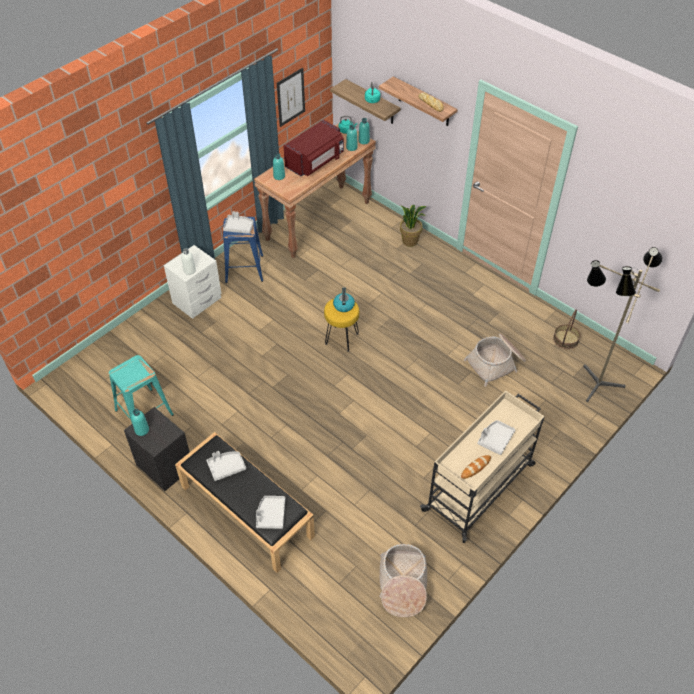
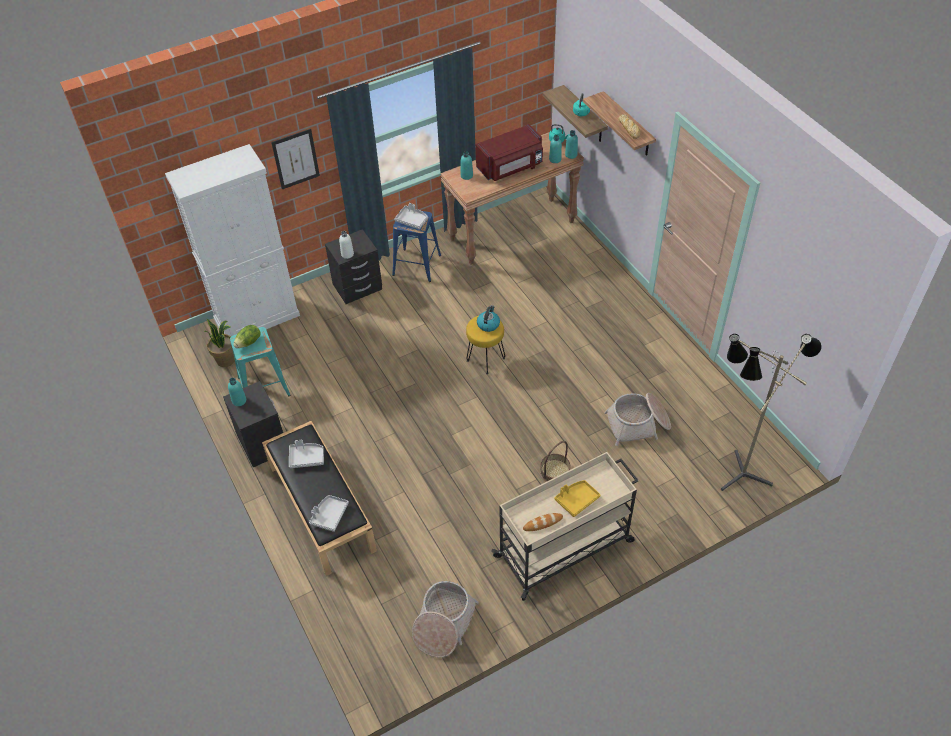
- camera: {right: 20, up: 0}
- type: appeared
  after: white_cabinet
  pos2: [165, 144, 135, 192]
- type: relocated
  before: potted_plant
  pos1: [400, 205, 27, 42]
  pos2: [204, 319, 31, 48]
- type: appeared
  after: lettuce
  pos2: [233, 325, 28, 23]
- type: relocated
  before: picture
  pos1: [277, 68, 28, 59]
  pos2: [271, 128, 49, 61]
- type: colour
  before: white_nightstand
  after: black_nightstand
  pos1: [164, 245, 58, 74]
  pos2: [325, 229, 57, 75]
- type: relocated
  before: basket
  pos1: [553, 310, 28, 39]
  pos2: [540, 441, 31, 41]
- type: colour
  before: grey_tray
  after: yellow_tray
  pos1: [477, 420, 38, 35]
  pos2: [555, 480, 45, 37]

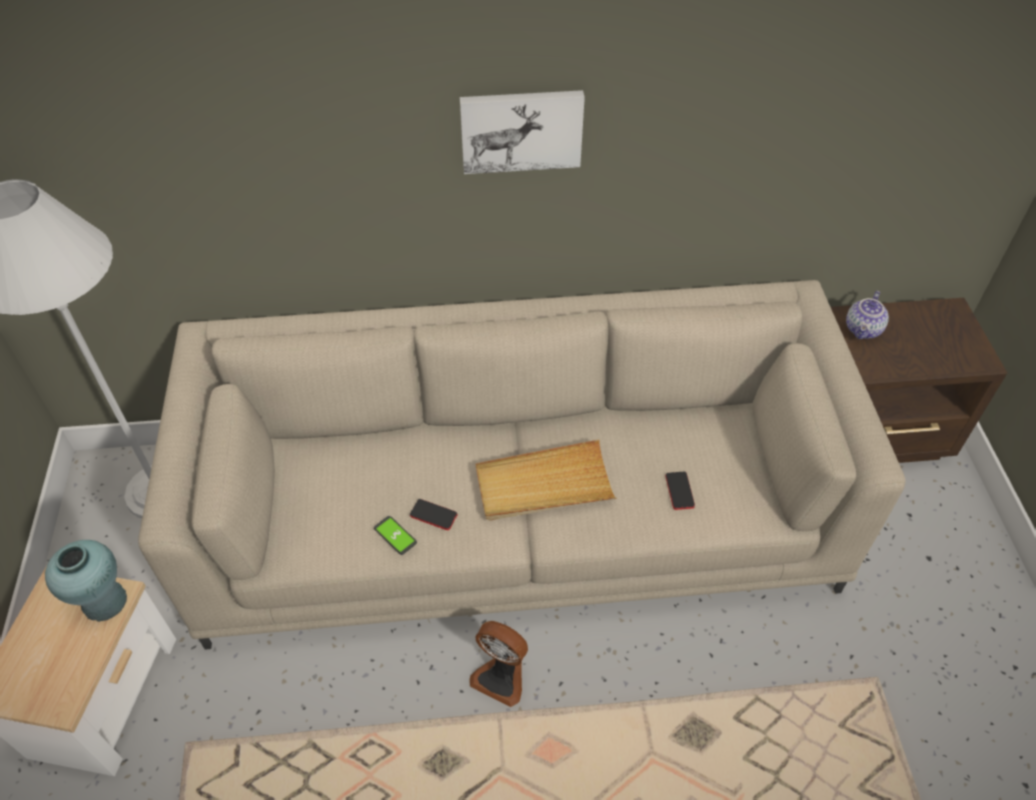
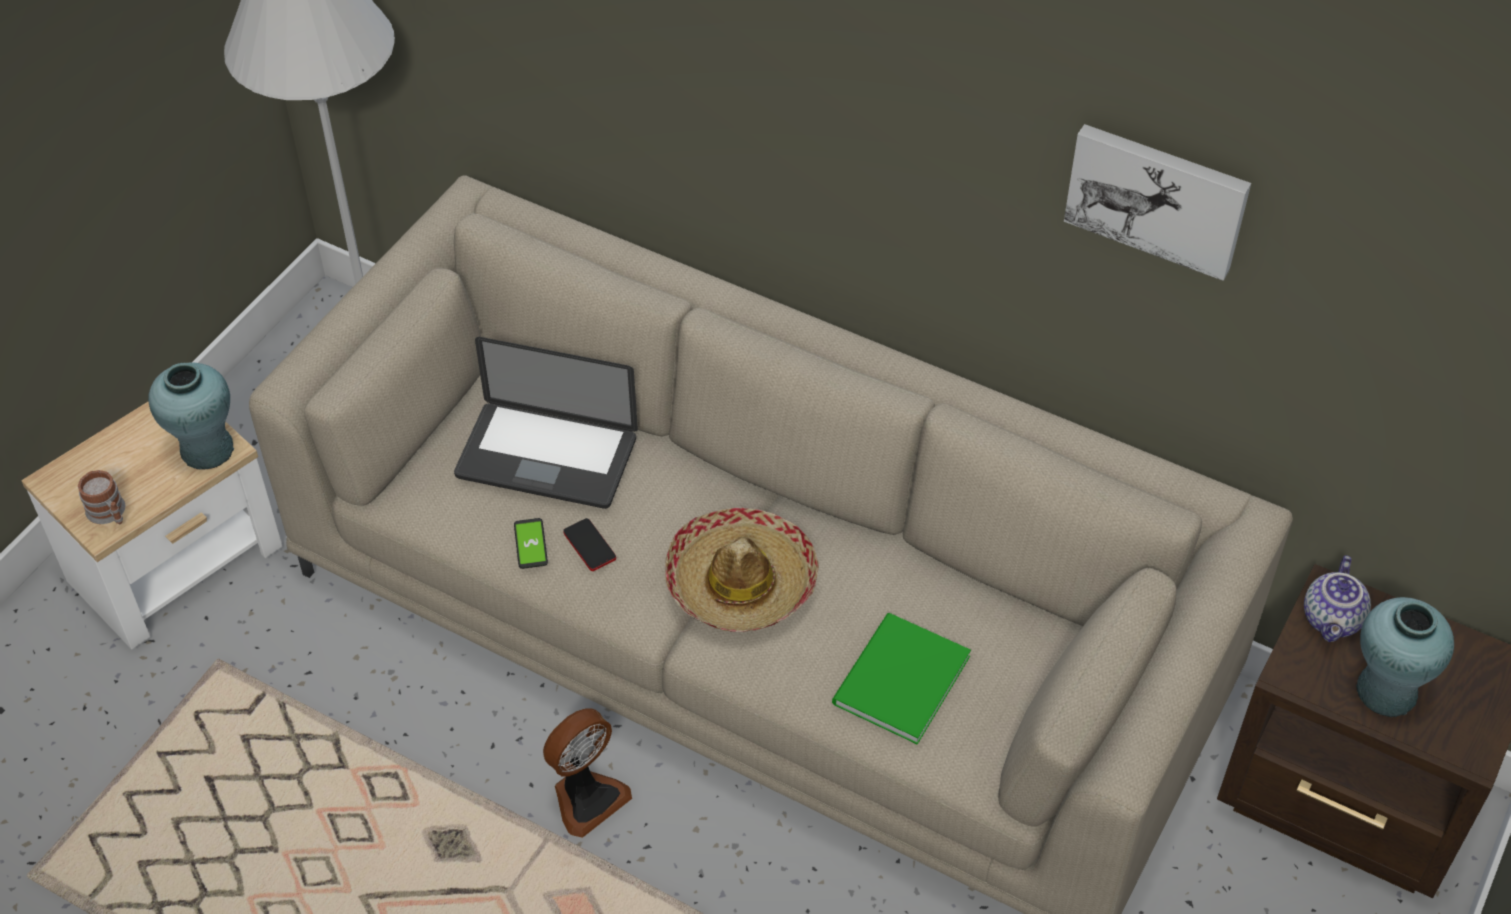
- camera: {right: 35, up: 0}
- type: appeared
  after: mug
  pos2: [78, 470, 47, 54]
- type: appeared
  after: laptop
  pos2: [454, 337, 184, 172]
- type: spun
  before: fan
  pos1: [469, 621, 59, 86]
  pos2: [543, 708, 89, 130]
  turn: -105
- type: exchanged
  before: beige_tray
  after: hat
  pos1: [476, 440, 141, 81]
  pos2: [665, 508, 154, 124]
- type: exchanged
  before: phone
  after: green_book
  pos1: [666, 471, 29, 39]
  pos2: [832, 613, 139, 132]
- type: relocated
  before: picture
  pos1: [460, 90, 125, 84]
  pos2: [1064, 124, 187, 157]
- type: spun
  before: teapot
  pos1: [846, 291, 43, 48]
  pos2: [1304, 555, 67, 87]
  turn: -45
- type: appeared
  after: turquoise_vase
  pos2: [1356, 597, 98, 120]

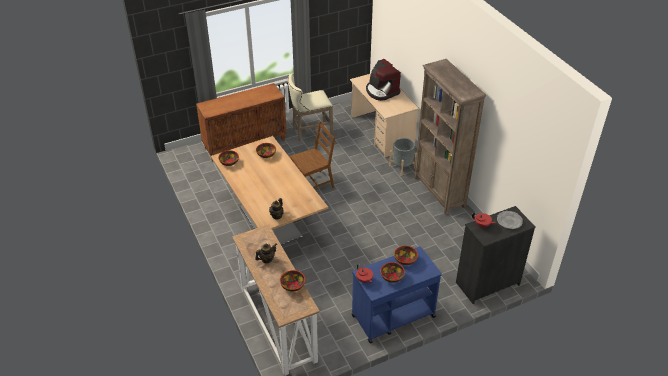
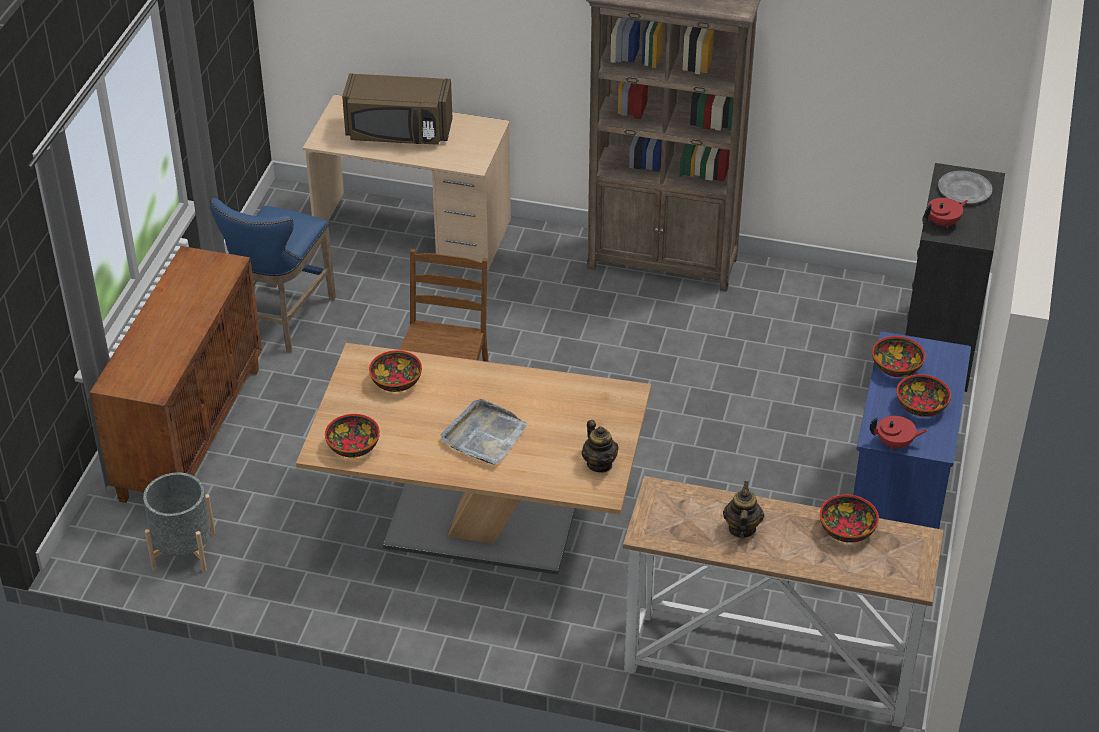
- camera: {right: -50, up: 0}
- type: relocated
  before: grey_planter
  pos1: [389, 138, 28, 38]
  pos2: [143, 473, 72, 99]
- type: colour
  before: beige_stool
  after: blue_stool
  pos1: [288, 73, 45, 69]
  pos2: [210, 198, 126, 155]
- type: exchanged
  before: coffee_machine
  after: brown_microwave
  pos1: [366, 59, 35, 42]
  pos2: [342, 73, 111, 72]
- type: appeared
  after: grey_tray
  pos2: [441, 399, 87, 66]

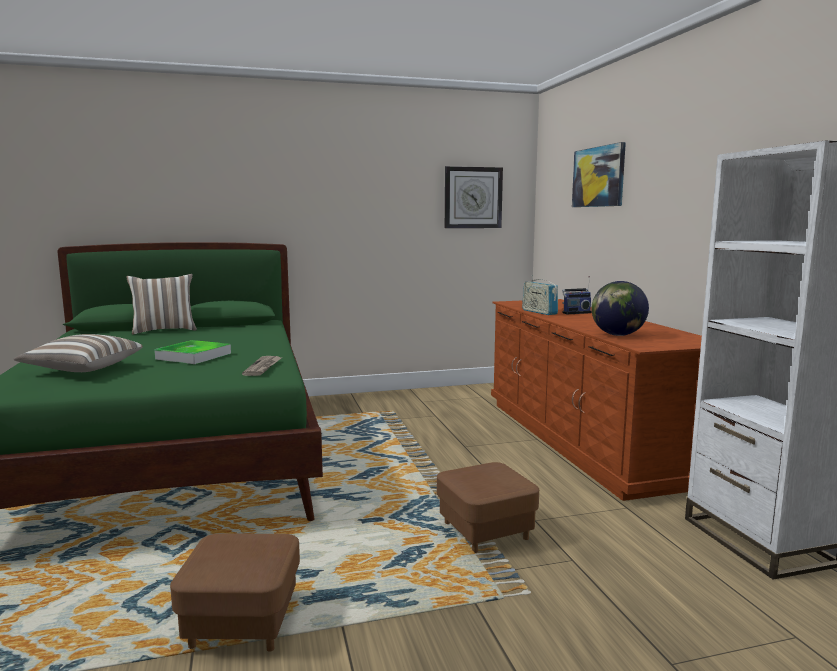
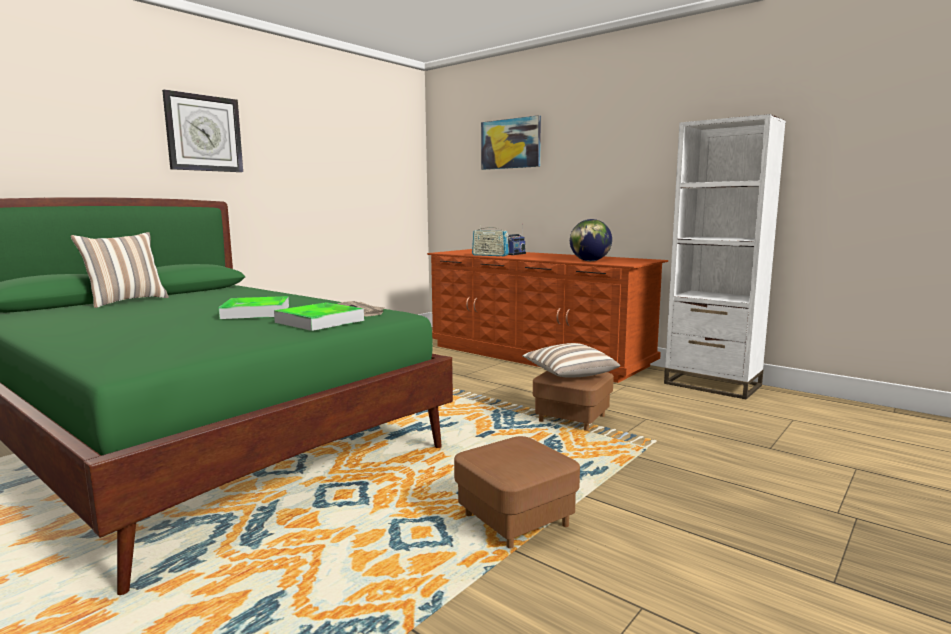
- camera: {right: -35, up: 0}
- type: relocated
  before: wall_clock
  pos1: [445, 166, 58, 62]
  pos2: [162, 89, 81, 83]
- type: appeared
  after: tray
  pos2: [274, 302, 90, 29]
- type: relocated
  before: pillow
  pos1: [14, 334, 129, 38]
  pos2: [522, 343, 98, 35]

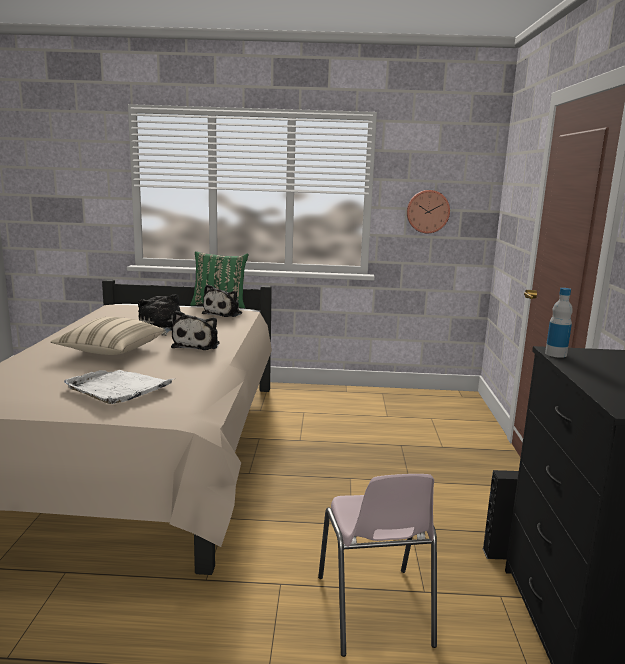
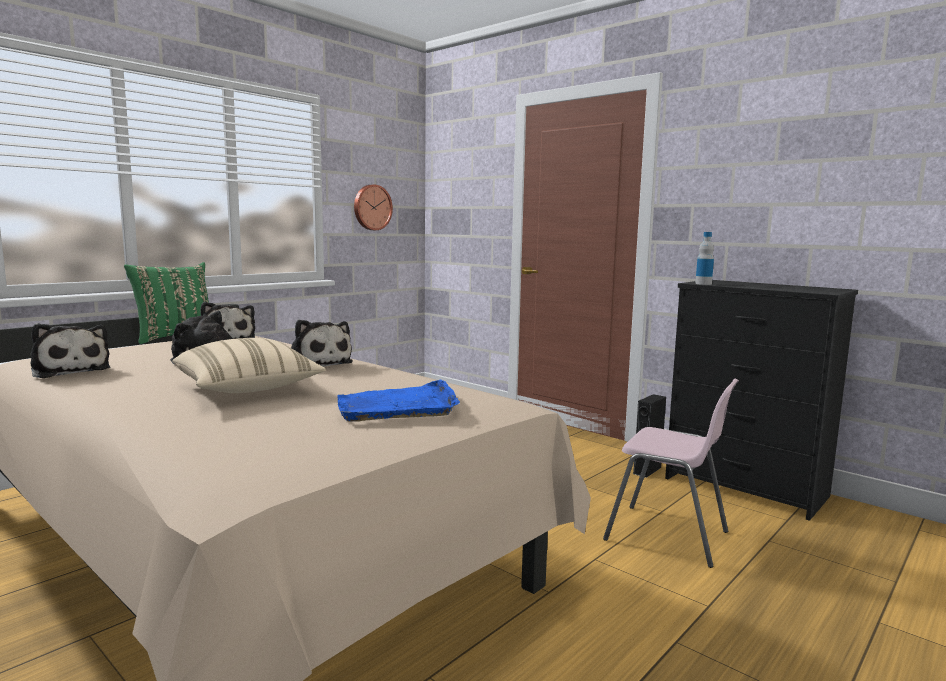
- camera: {right: -50, up: -5}
- type: appeared
  after: plush_toy
  pos2: [30, 323, 81, 55]
- type: colour
  before: white_tray
  after: blue_tray
  pos1: [64, 370, 109, 34]
  pos2: [337, 379, 123, 43]

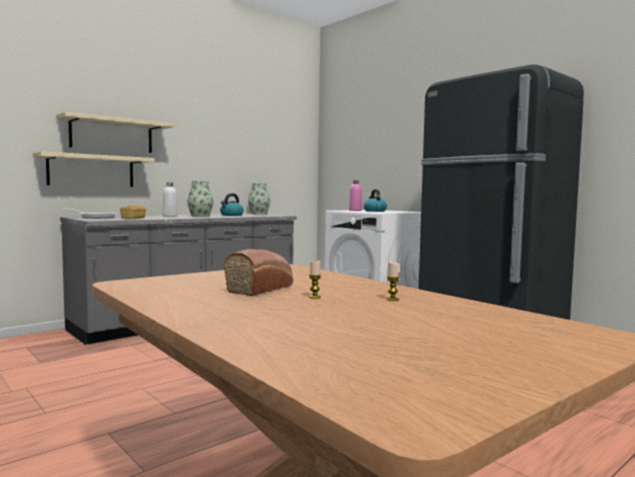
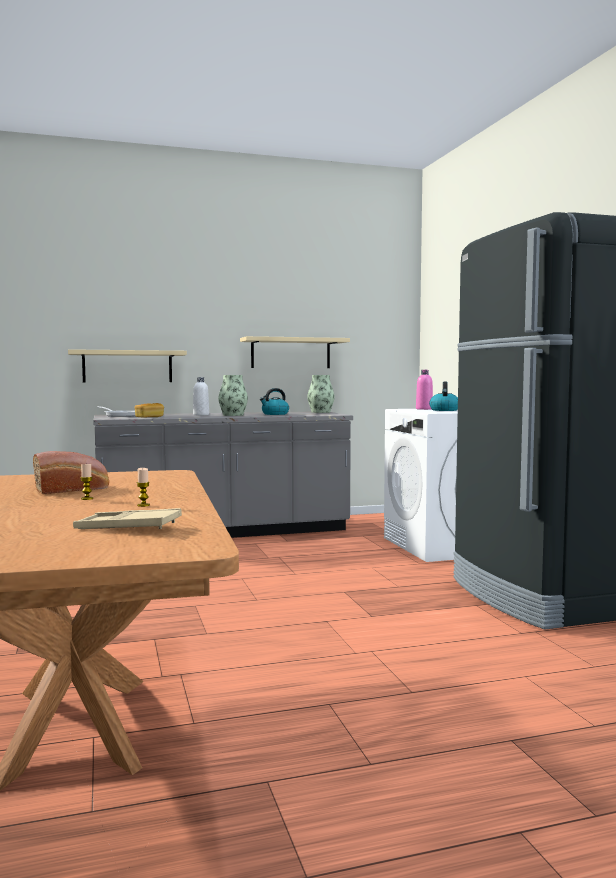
- camera: {right: 25, up: 0}
- type: appeared
  after: beige_tray
  pos2: [73, 508, 109, 21]
- type: relocated
  before: beige_shelf
  pos1: [56, 112, 117, 41]
  pos2: [240, 336, 110, 32]

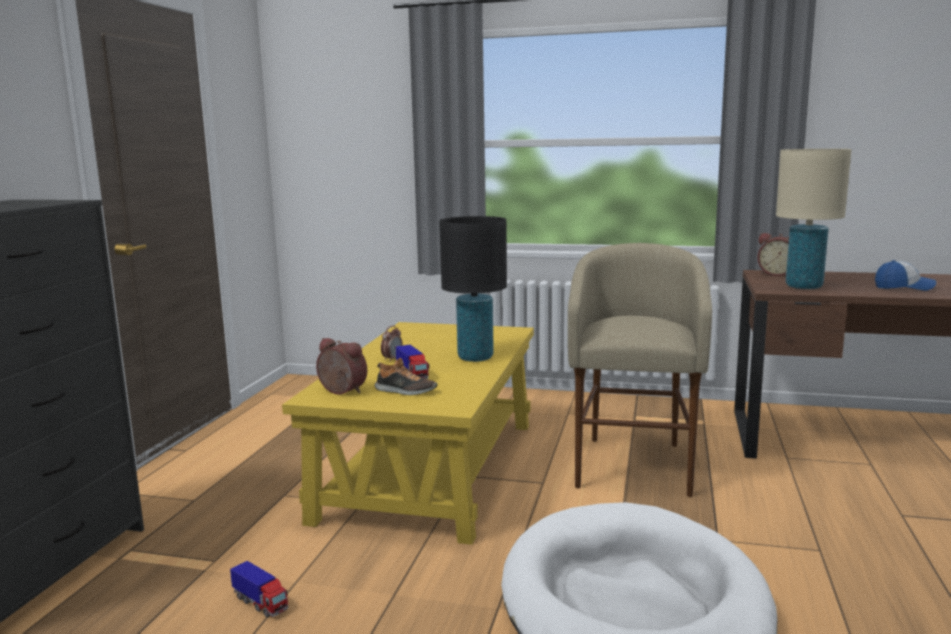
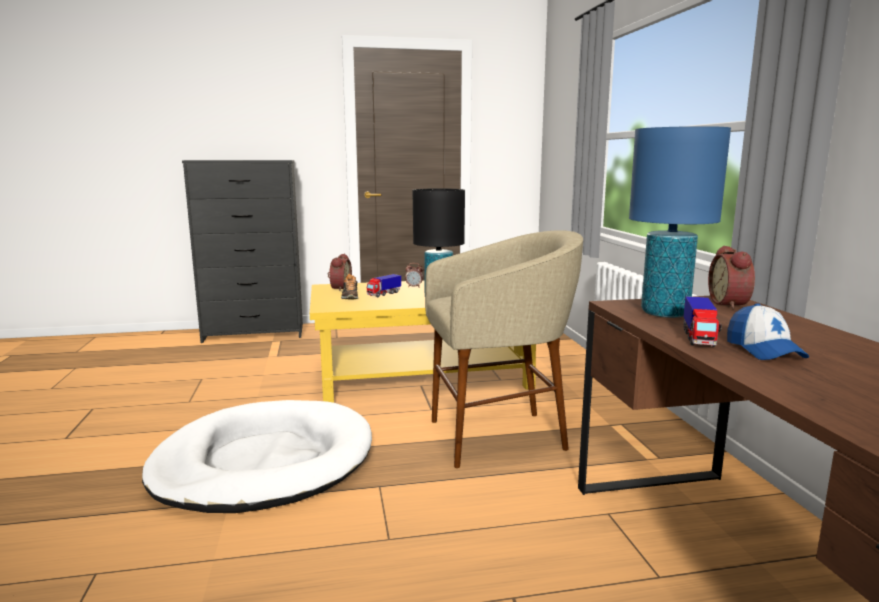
- camera: {right: 65, up: 0}
- type: colour
  before: beige_table_lamp
  after: blue_table_lamp
  pos1: [776, 149, 76, 140]
  pos2: [629, 126, 102, 192]
- type: relocated
  before: toy_truck
  pos1: [230, 561, 58, 56]
  pos2: [683, 296, 39, 51]

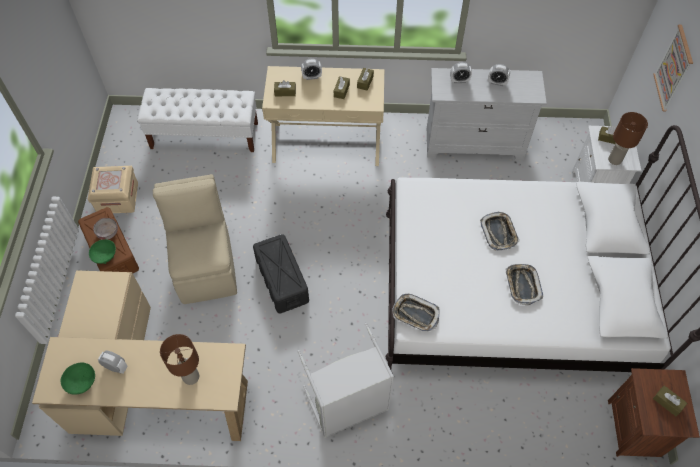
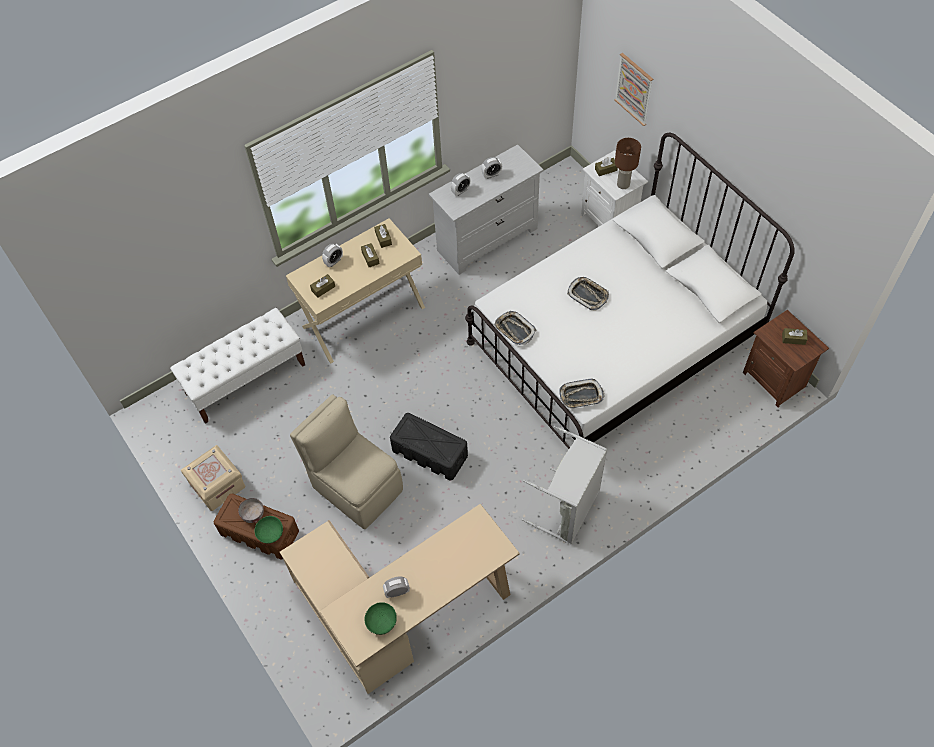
- camera: {right: -35, up: 0}
- type: relocated
  before: tray
  pos1: [505, 264, 38, 41]
  pos2: [494, 311, 42, 34]
- type: missing
  before: brown_table_lamp
  pos1: [160, 334, 39, 51]

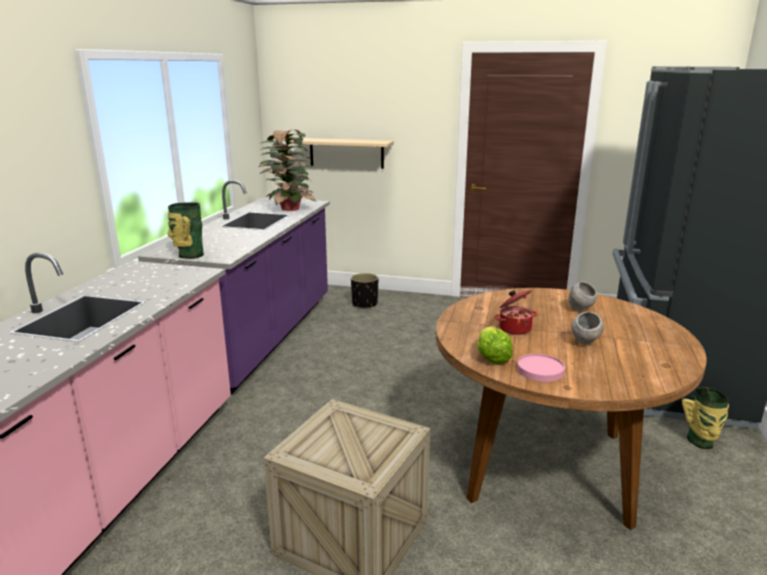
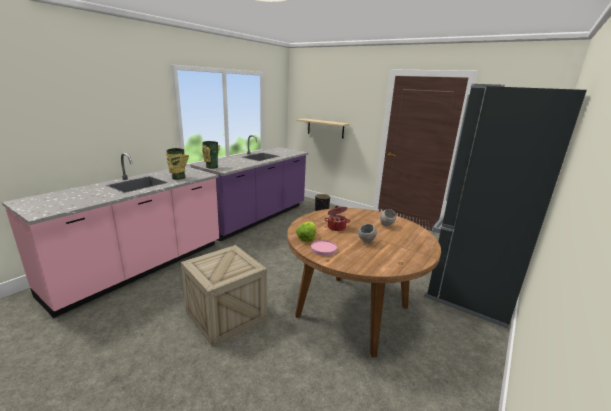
- camera: {right: 20, up: 0}
- type: relocated
  before: vase
  pos1: [682, 387, 47, 62]
  pos2: [166, 148, 23, 32]
- type: missing
  before: potted_plant
  pos1: [258, 129, 58, 82]

